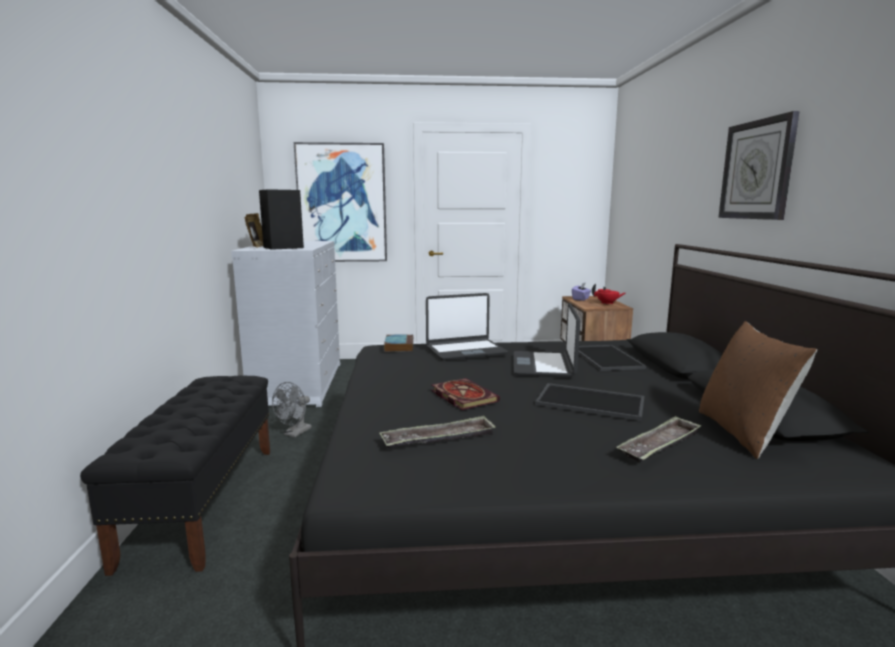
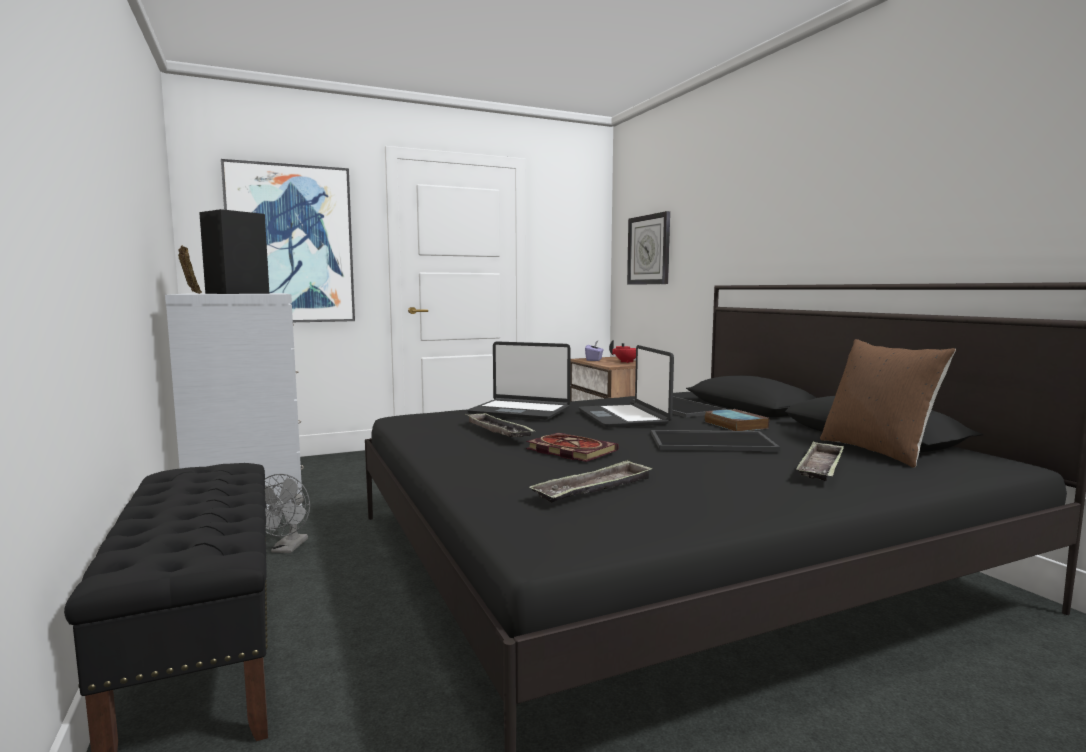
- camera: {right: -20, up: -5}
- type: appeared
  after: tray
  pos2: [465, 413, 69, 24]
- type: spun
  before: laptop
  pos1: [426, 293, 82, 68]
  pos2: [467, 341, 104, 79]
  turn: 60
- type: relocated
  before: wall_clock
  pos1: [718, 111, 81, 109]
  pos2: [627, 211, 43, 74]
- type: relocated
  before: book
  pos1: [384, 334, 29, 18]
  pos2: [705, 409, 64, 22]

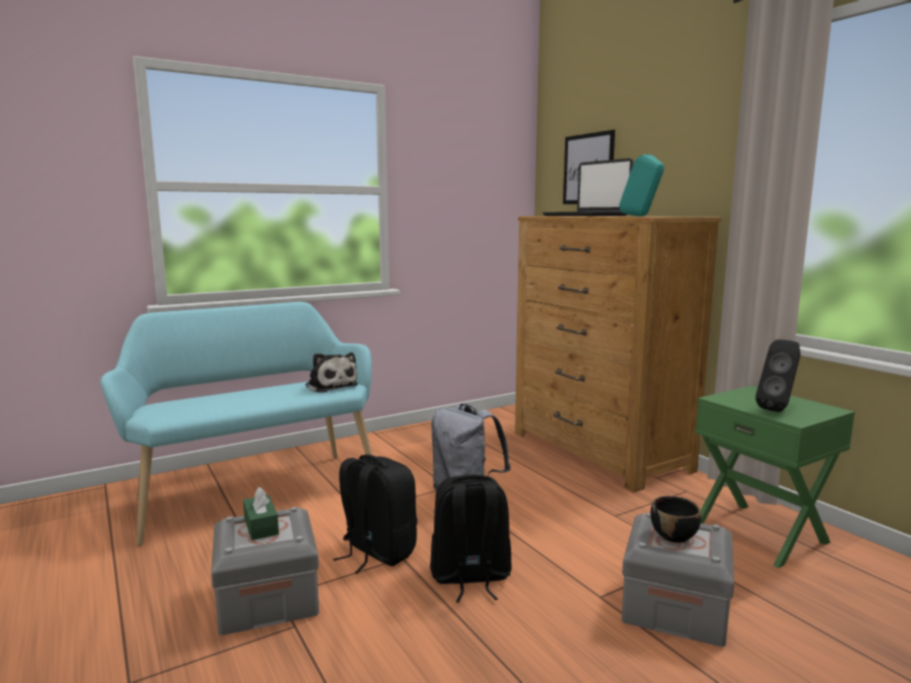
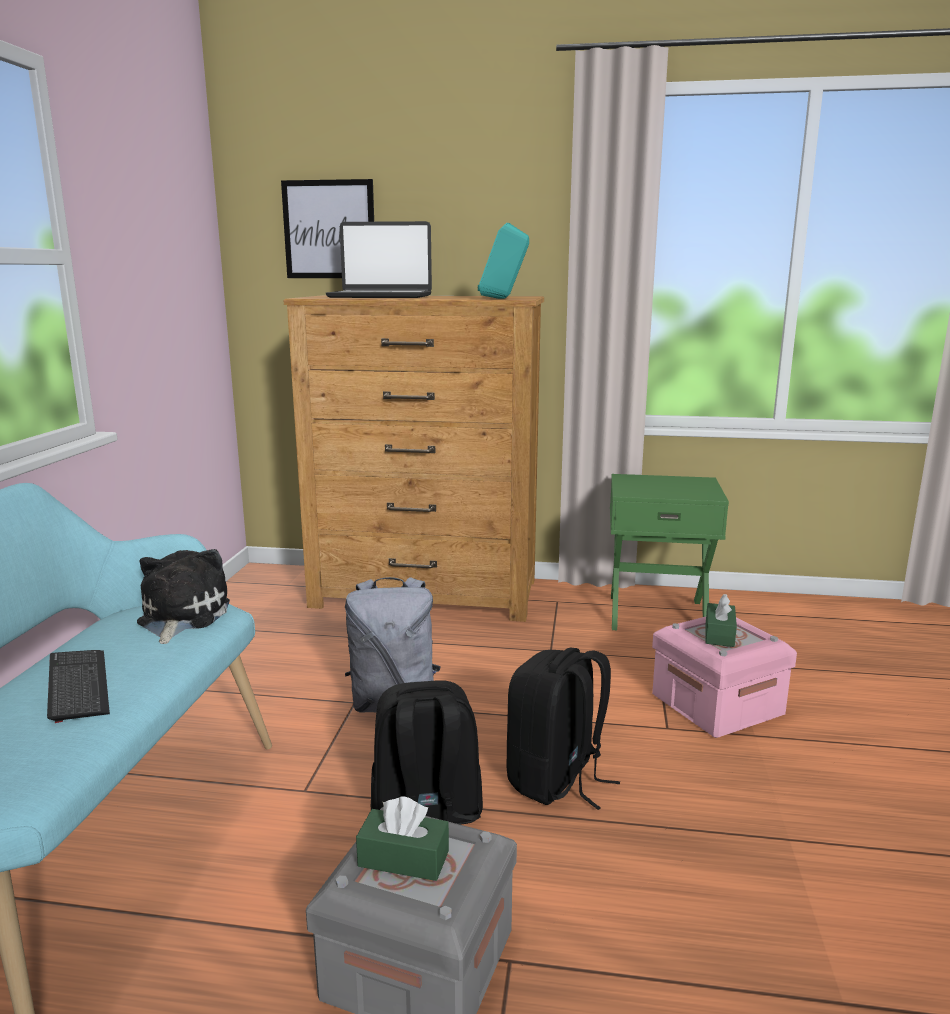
- camera: {right: -50, up: 5}
- type: appeared
  after: keyboard
  pos2: [47, 650, 63, 73]
- type: spun
  before: plush_toy
  pos1: [306, 352, 52, 41]
  pos2: [137, 549, 93, 95]
  turn: -90
- type: colour
  before: grey_storage_box
  after: pink_storage_box
  pos1: [621, 513, 113, 134]
  pos2: [652, 617, 145, 121]
- type: exchanged
  before: black_bowl
  after: green_tissue_box
  pos1: [651, 496, 50, 47]
  pos2: [706, 594, 31, 53]
- type: missing
  before: black_speaker
  pos1: [755, 339, 46, 73]

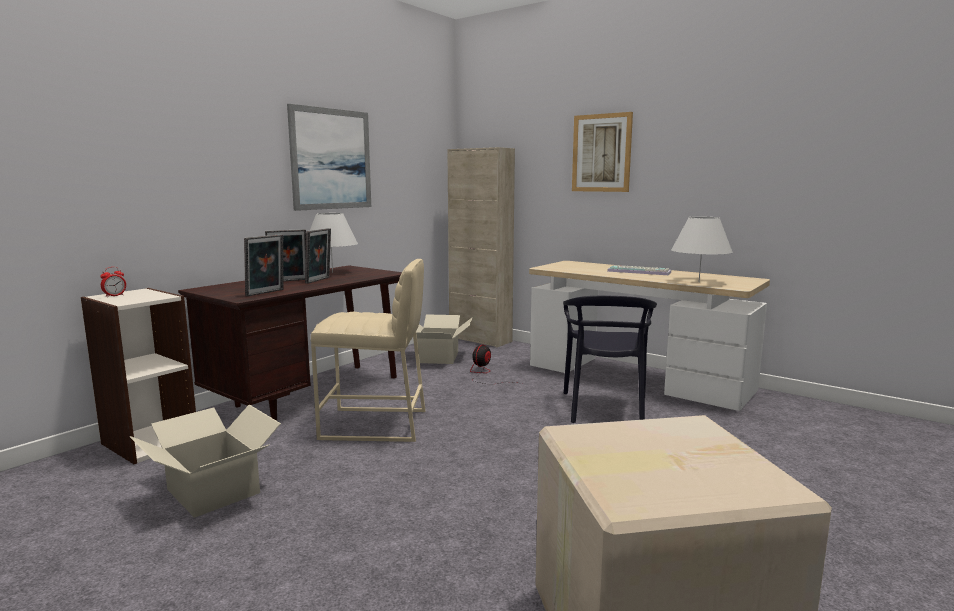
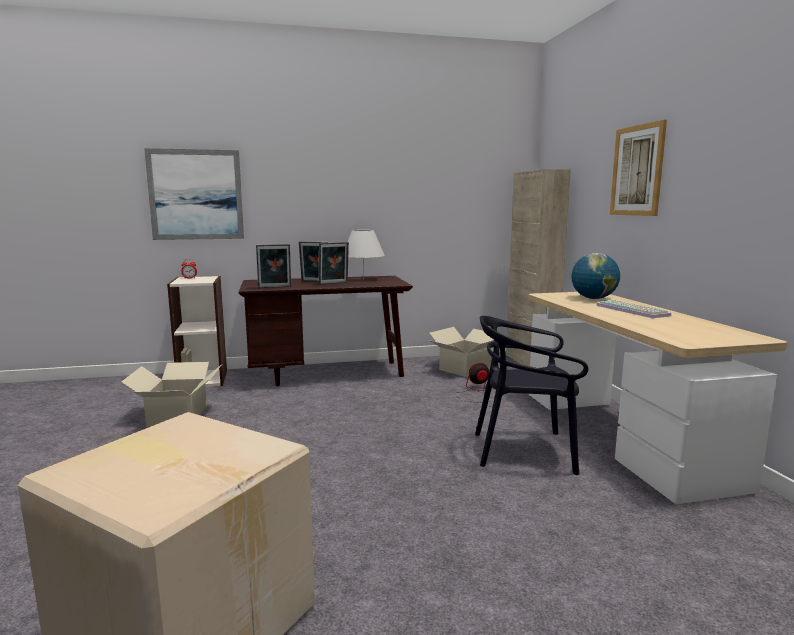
- camera: {right: 40, up: 0}
- type: relocated
  before: picture
  pos1: [287, 104, 84, 107]
  pos2: [144, 148, 100, 92]
- type: spun
  before: black_chair
  pos1: [563, 296, 94, 127]
  pos2: [475, 316, 113, 159]
  turn: 45
- type: appeared
  after: globe
  pos2: [571, 253, 49, 46]
- type: missing
  before: beige_stool
  pos1: [311, 259, 115, 183]
- type: missing
  before: white_table_lamp
  pos1: [671, 216, 62, 66]

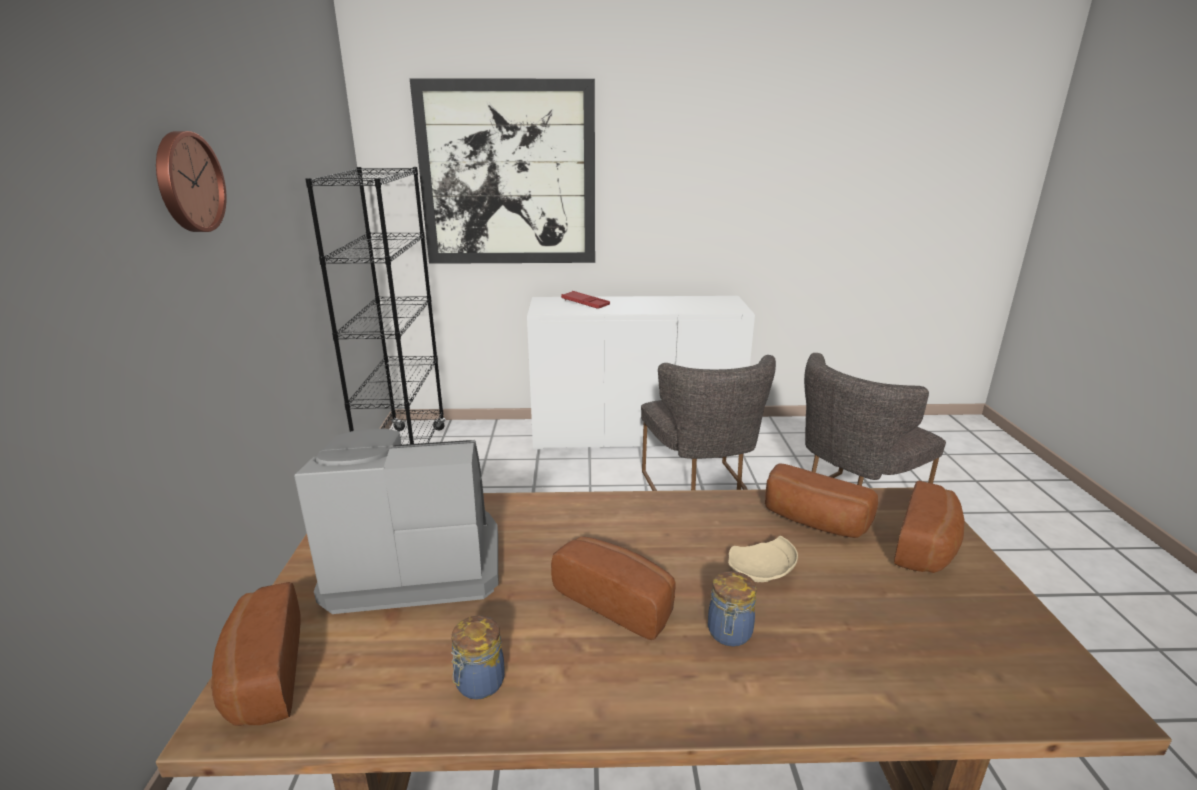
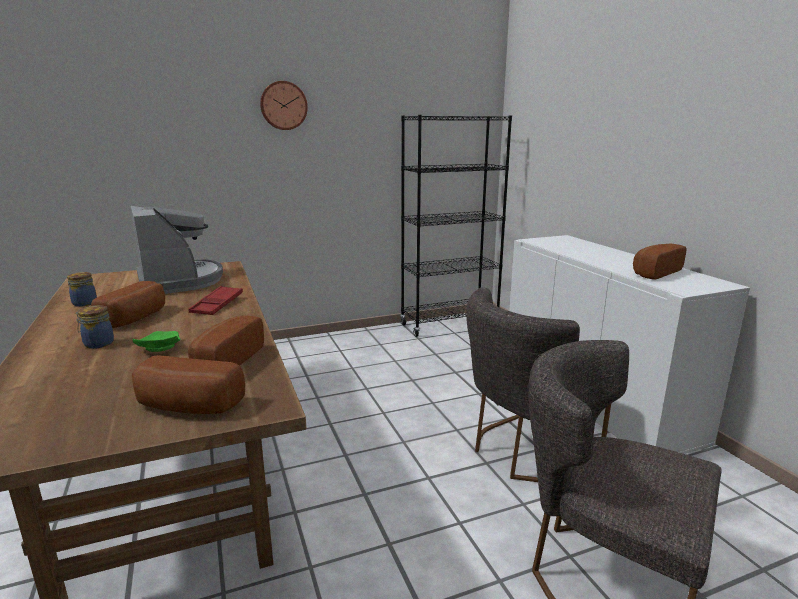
- camera: {right: 70, up: -5}
- type: colour
  before: beige_plate
  after: green_plate
  pos1: [728, 536, 70, 46]
  pos2: [133, 331, 48, 21]
- type: relocated
  before: red_tray
  pos1: [561, 291, 49, 18]
  pos2: [188, 286, 55, 29]
- type: relocated
  before: bread
  pos1: [211, 582, 90, 144]
  pos2: [633, 243, 53, 36]
- type: missing
  before: picture
  pos1: [410, 78, 185, 186]

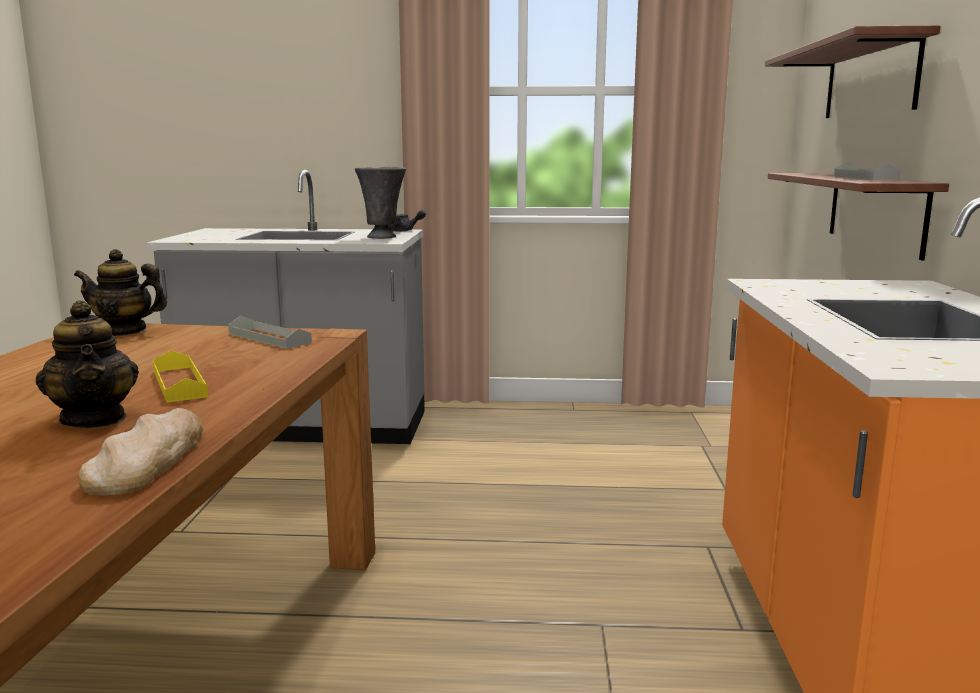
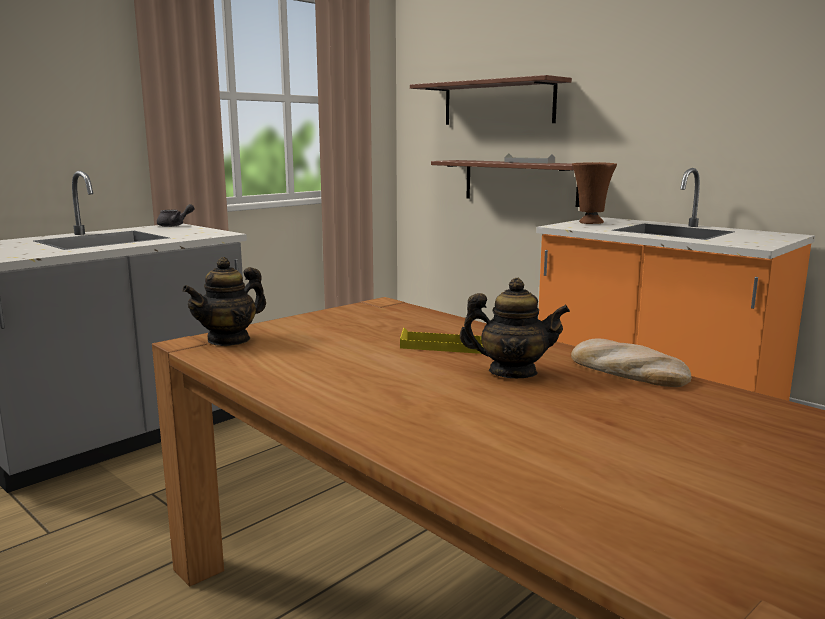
- camera: {right: -50, up: 0}
- type: appeared
  after: brown_vase
  pos2: [572, 162, 45, 62]
- type: missing
  before: grey_tray
  pos1: [228, 316, 84, 33]
- type: missing
  before: grey_vase
  pos1: [355, 167, 51, 72]

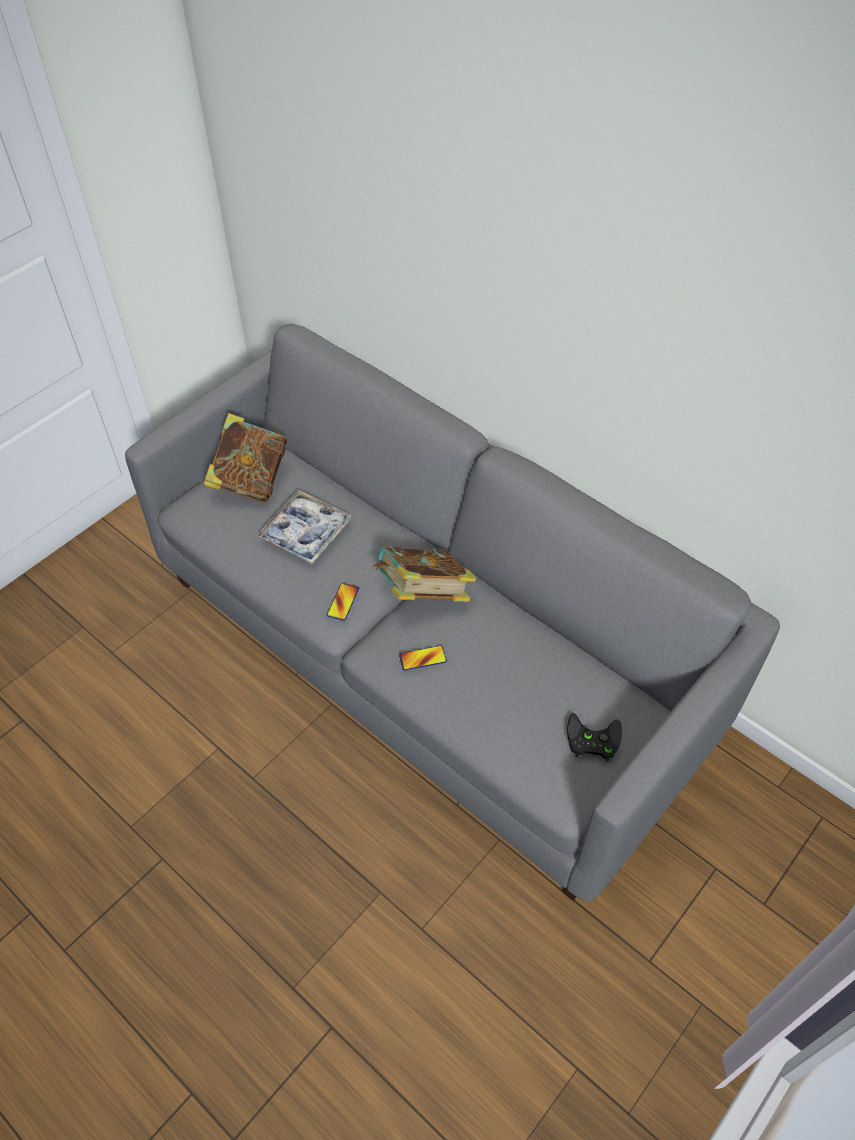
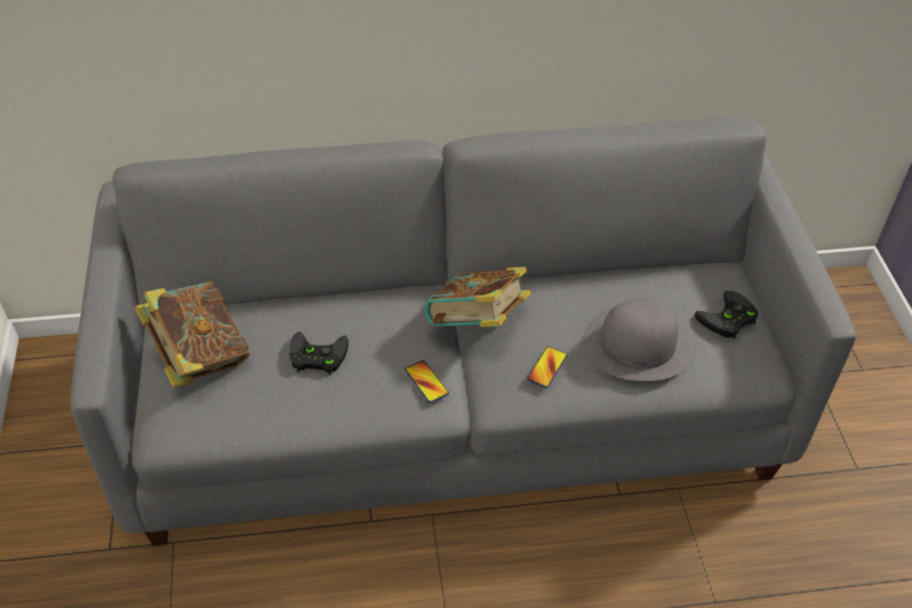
- camera: {right: -50, up: -5}
- type: exchanged
  before: tray
  after: black_game_controller
  pos1: [257, 490, 94, 74]
  pos2: [289, 332, 59, 43]
- type: appeared
  after: grey_hat
  pos2: [583, 299, 109, 82]

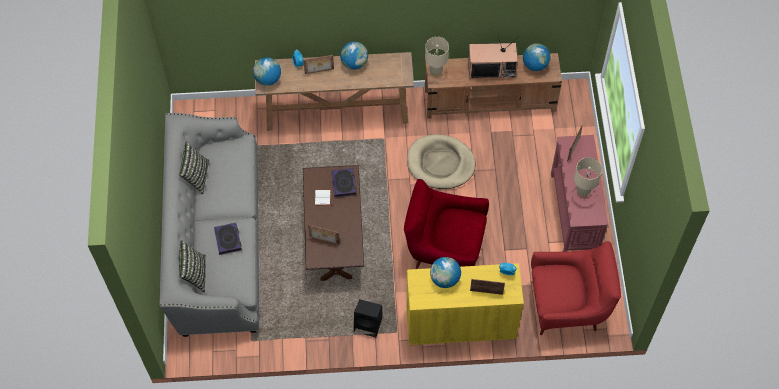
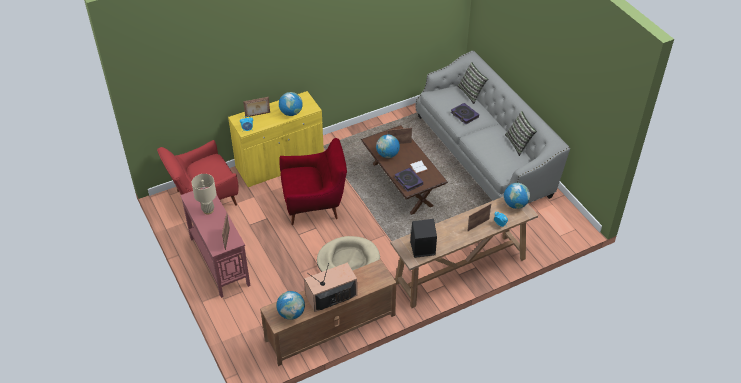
- camera: {right: 155, up: -15}
- type: relocated
  before: globe
  pos1: [340, 41, 28, 28]
  pos2: [376, 135, 24, 23]
- type: relocated
  before: black_speaker
  pos1: [354, 299, 28, 38]
  pos2: [410, 219, 27, 39]
- type: missing
  before: beige_table_lamp
  pos1: [425, 37, 24, 40]

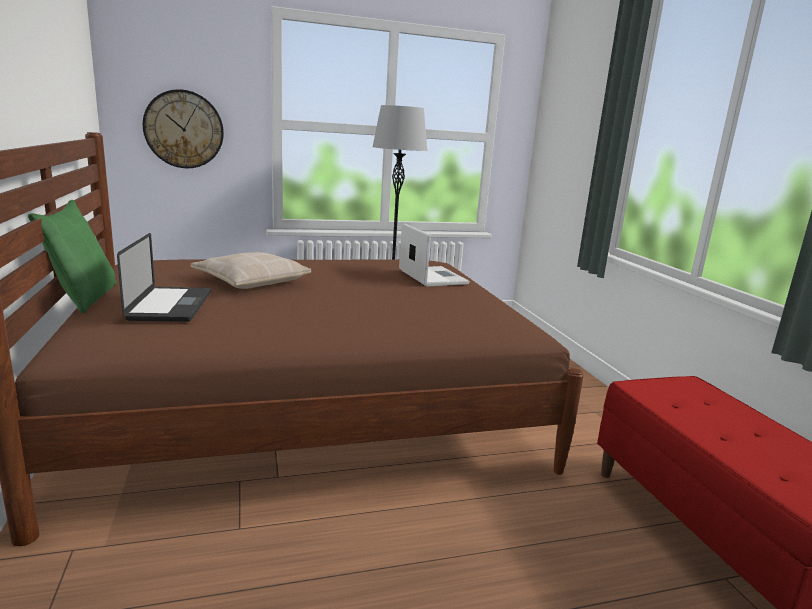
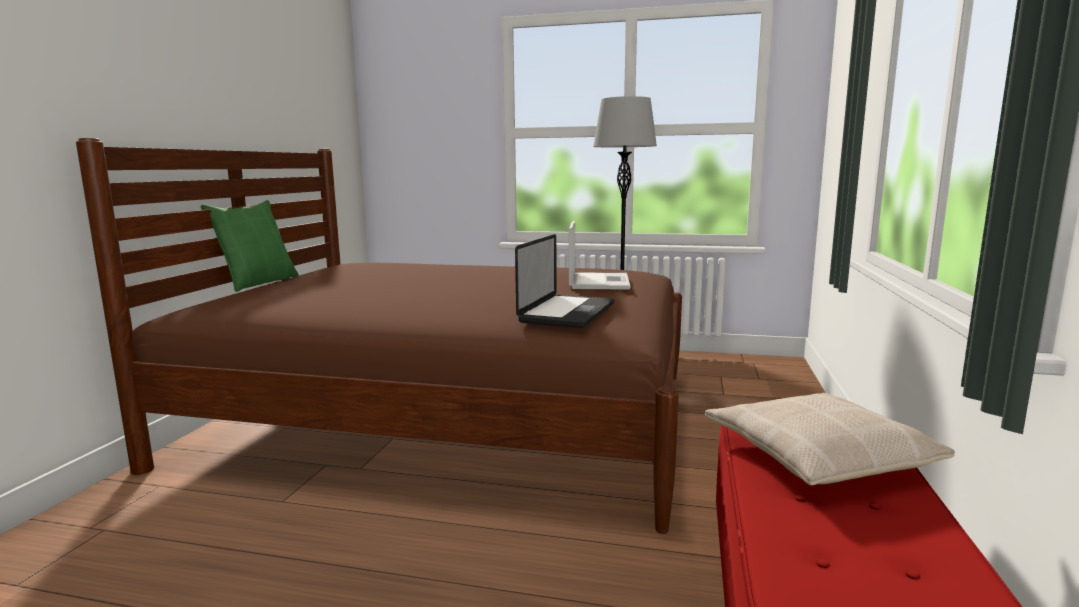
- camera: {right: 30, up: -5}
- type: relocated
  before: laptop
  pos1: [117, 233, 94, 89]
  pos2: [515, 234, 99, 94]
- type: relocated
  before: beige_pillow
  pos1: [191, 252, 120, 37]
  pos2: [705, 393, 250, 92]
- type: missing
  before: wall_clock
  pos1: [143, 89, 81, 79]

